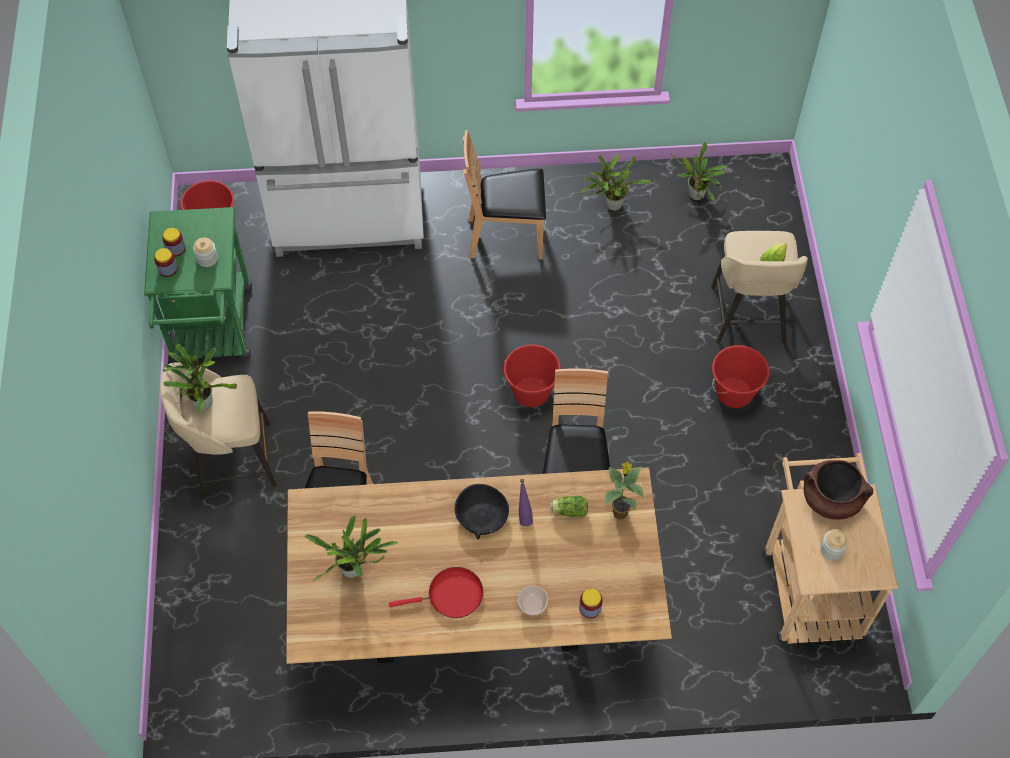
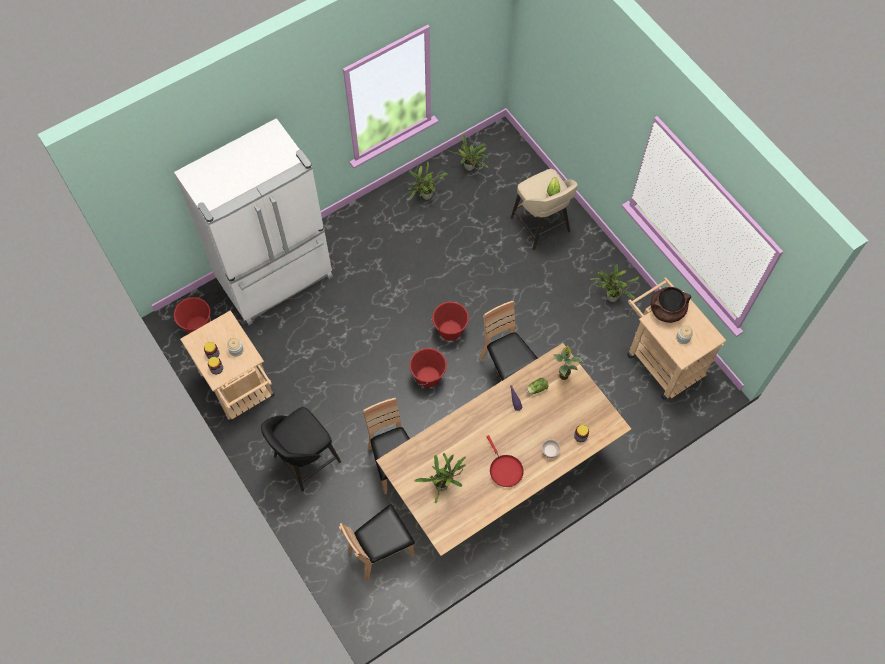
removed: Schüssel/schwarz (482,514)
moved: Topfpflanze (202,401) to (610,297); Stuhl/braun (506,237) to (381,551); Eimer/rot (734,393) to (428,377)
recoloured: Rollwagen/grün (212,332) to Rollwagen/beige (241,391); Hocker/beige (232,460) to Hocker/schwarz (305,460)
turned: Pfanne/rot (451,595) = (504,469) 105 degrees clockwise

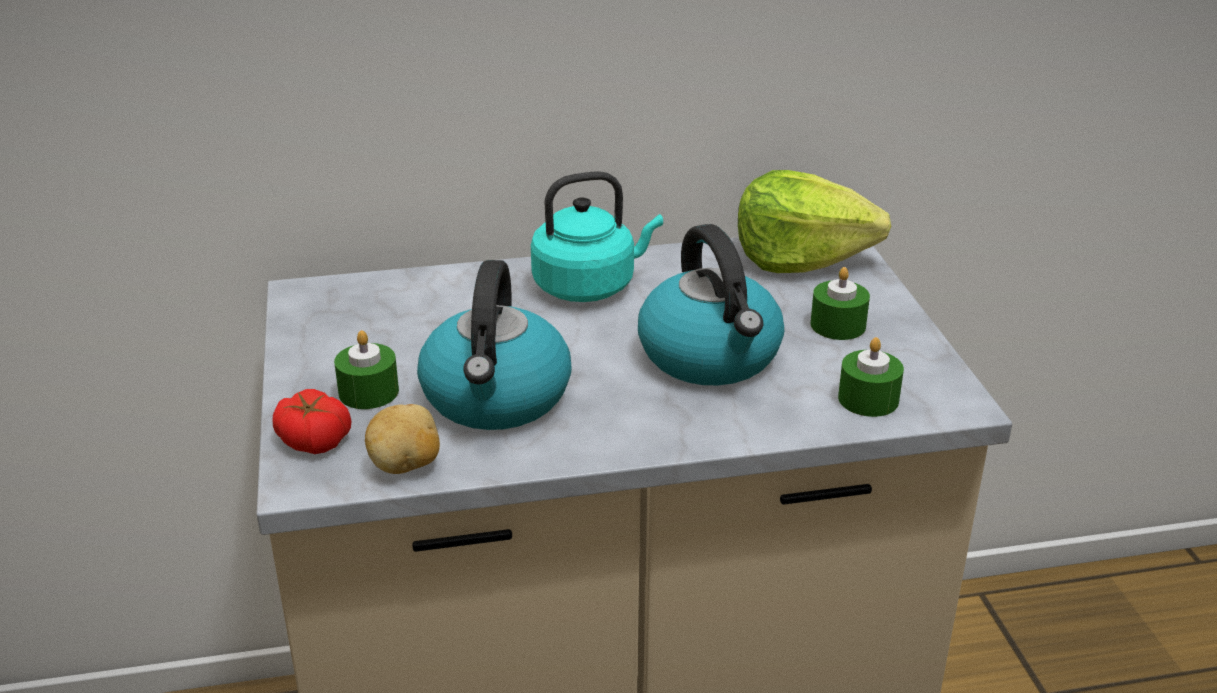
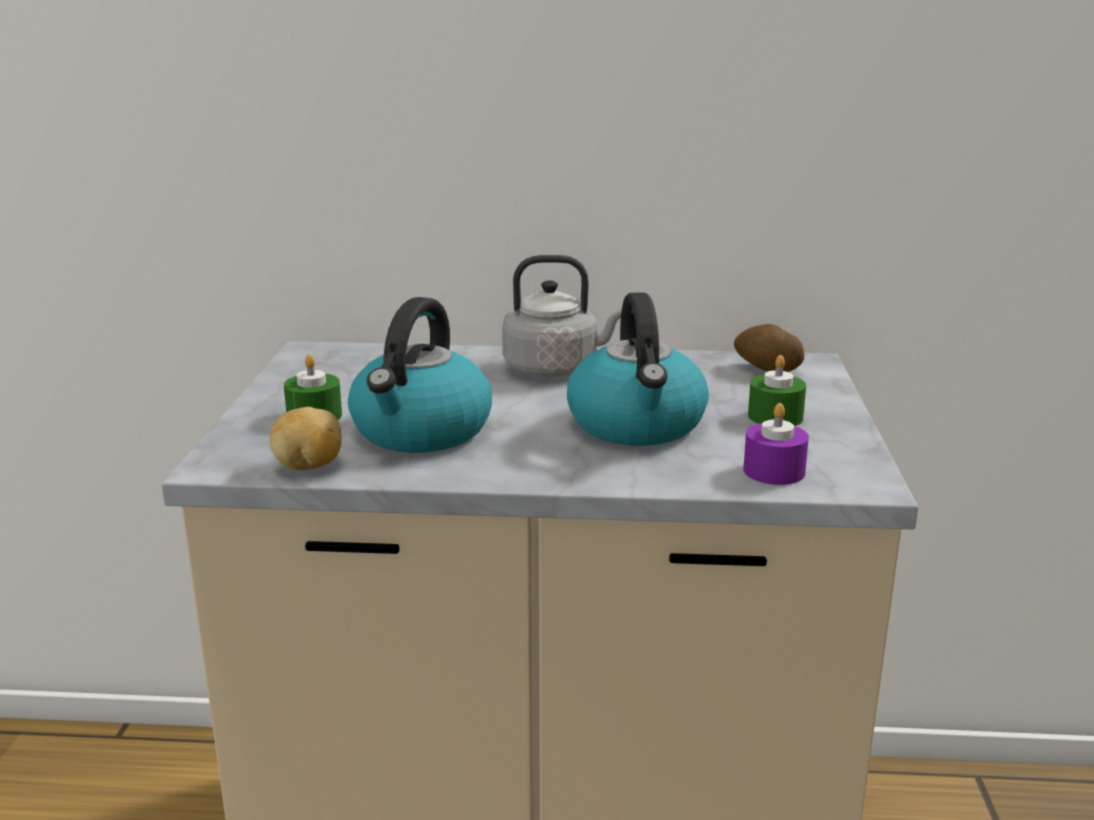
removed: Tomate (313,440)
replaced: Salatkopf (800,258) to Kartoffel (766,369)
recoloured: Wasserkessel/türkis (589,286) to Wasserkessel/grau (556,369); Kerze/grün (868,399) to Kerze/lila (774,471)

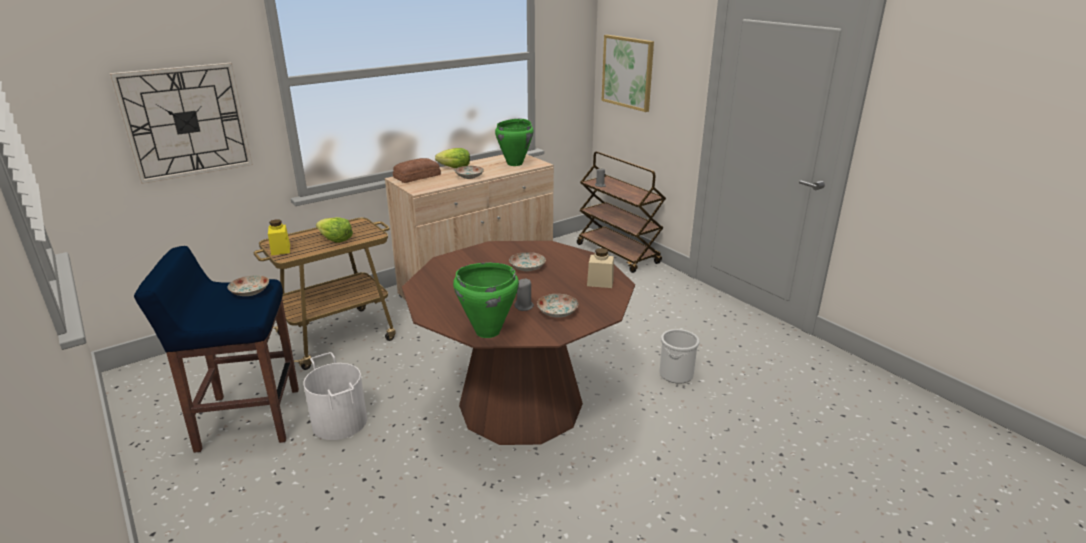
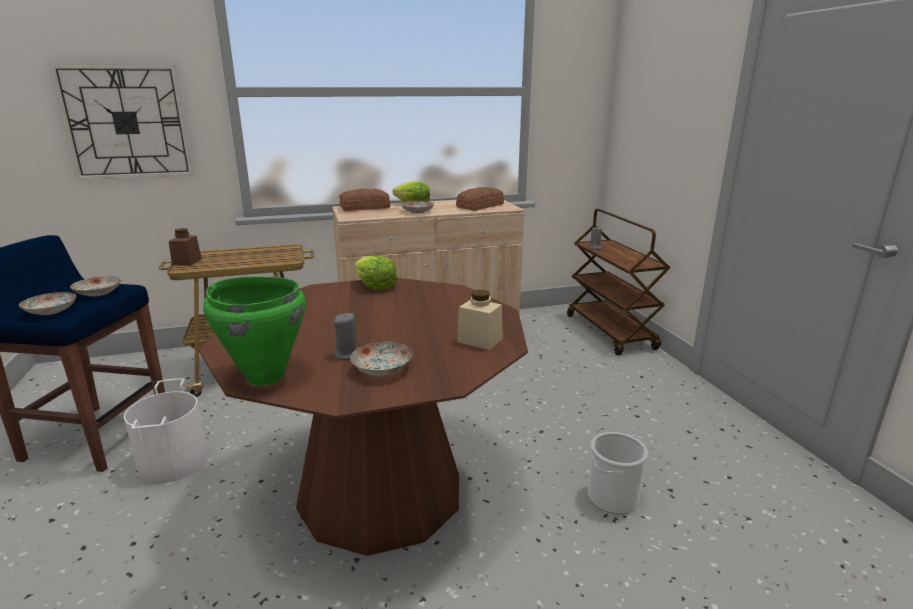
removed: Bild (628,72)
moved: Salatkopf (335,240) to (375,286); Teller (527,267) to (52,311)
replaced: Kochtopf/grün (515,163) to Brot (481,206)
recoloured: Vorratsglas/gelb (280,250) to Vorratsglas/braun (187,262)

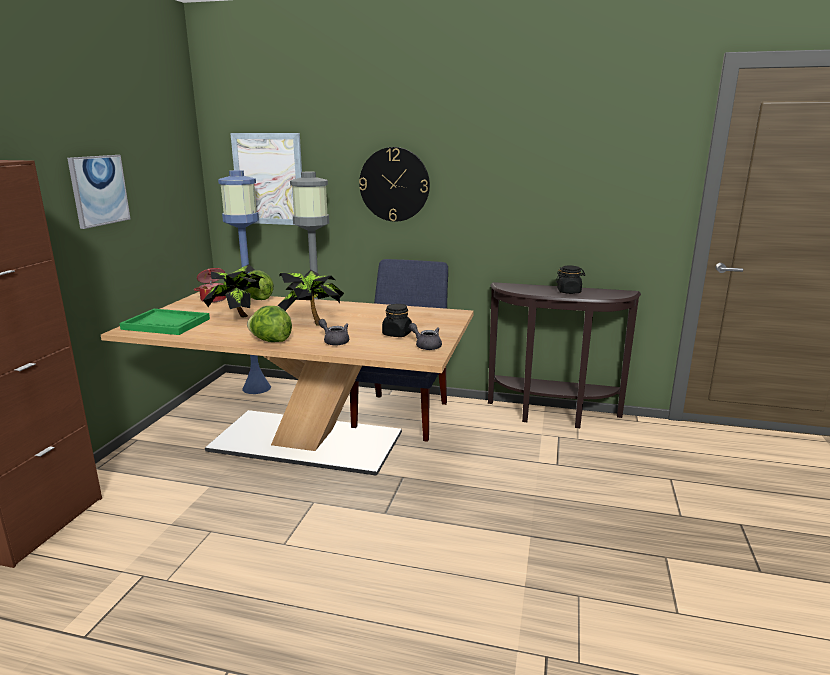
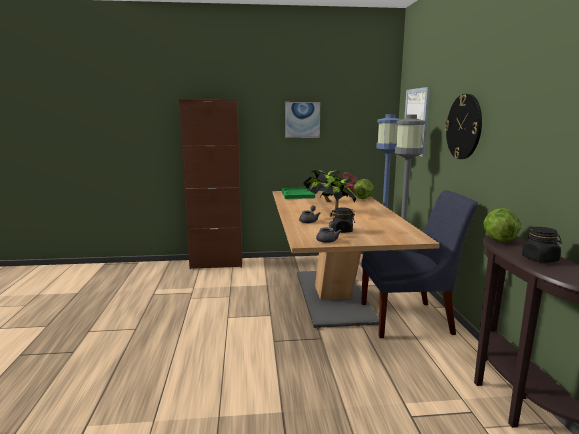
moved: Salatkopf (270,341) to (498,240)

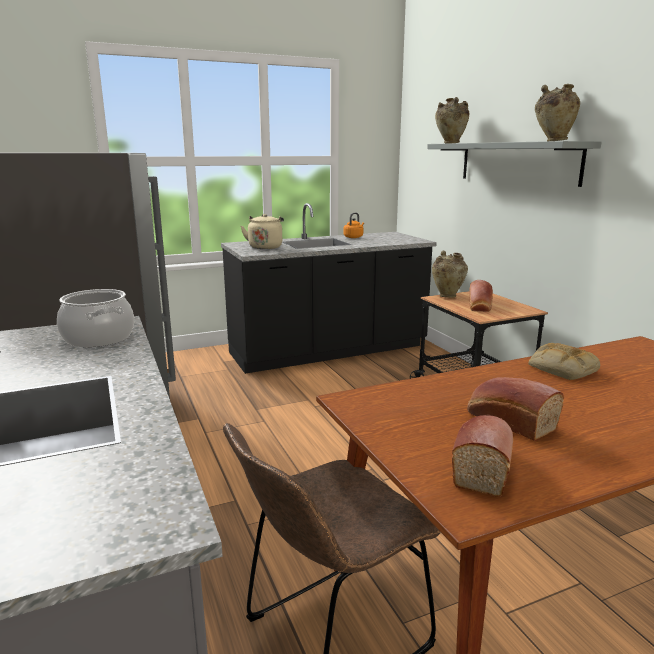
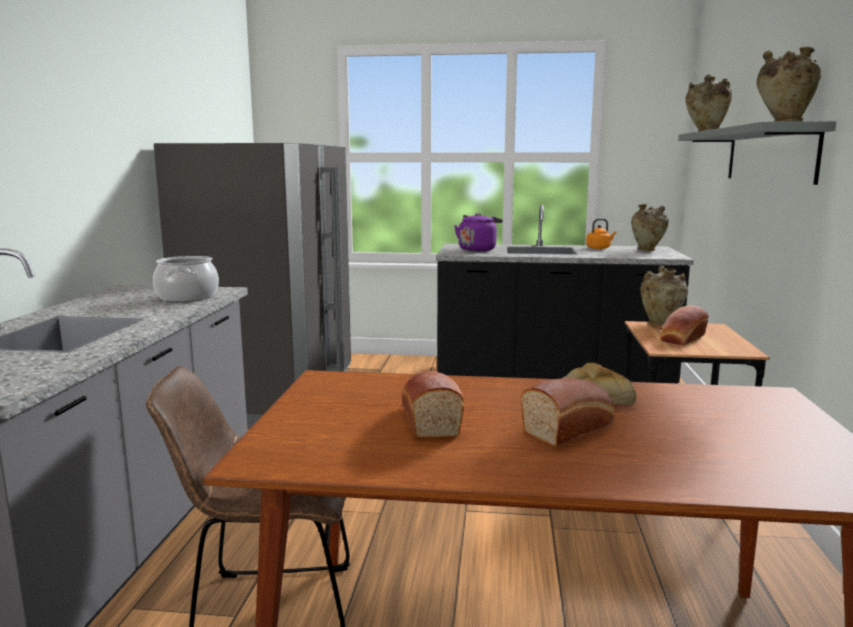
added: Vase/beige (647,250)
moved: Brot (482,466) to (570,428)
recoloured: Wasserkessel/beige (265,247) to Wasserkessel/lila (478,249)

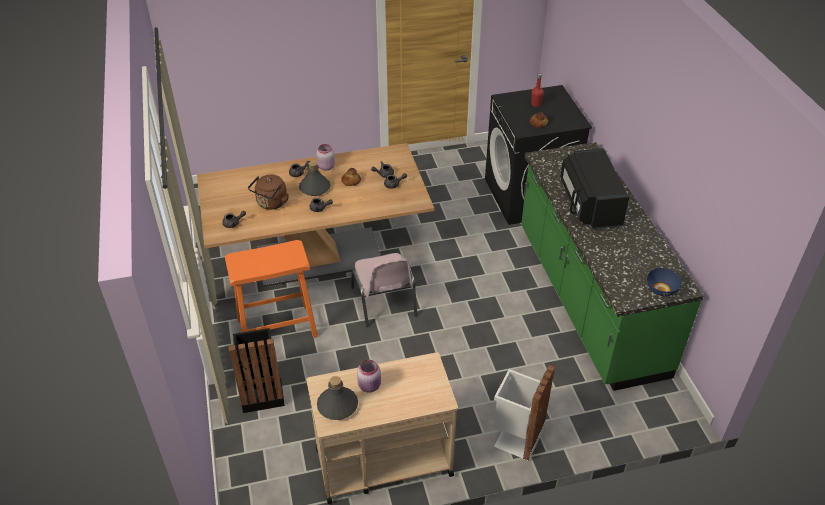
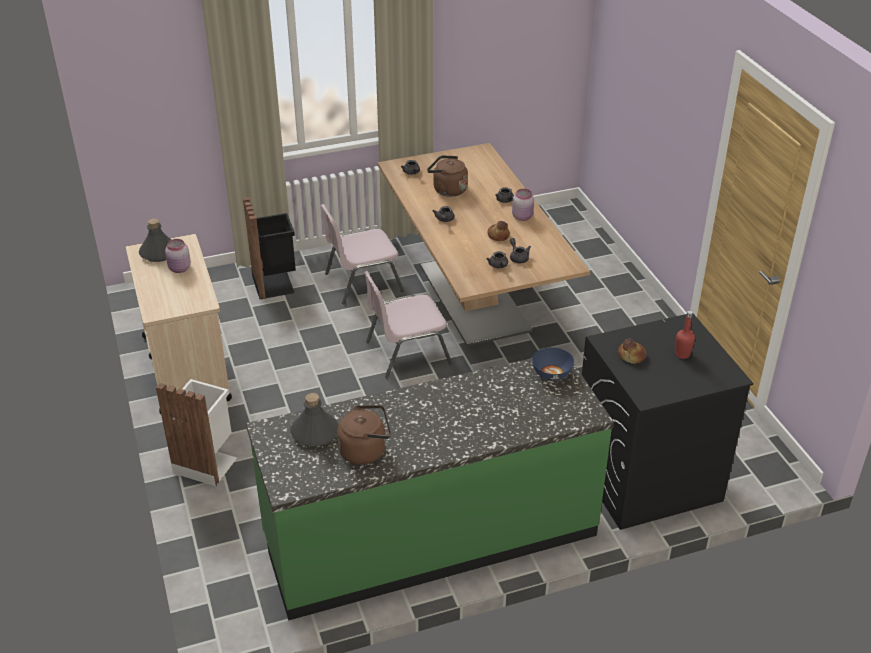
removed: Mikrowelle/schwarz (589,204)
added: Wasserkessel/braun (365,450)
moved: Flasche/grau (314,188) to (315,432); Schüssel/blau (661,290) to (551,373)
replaced: Hocker/orange (276,327) to Stuhl/rosa (362,282)

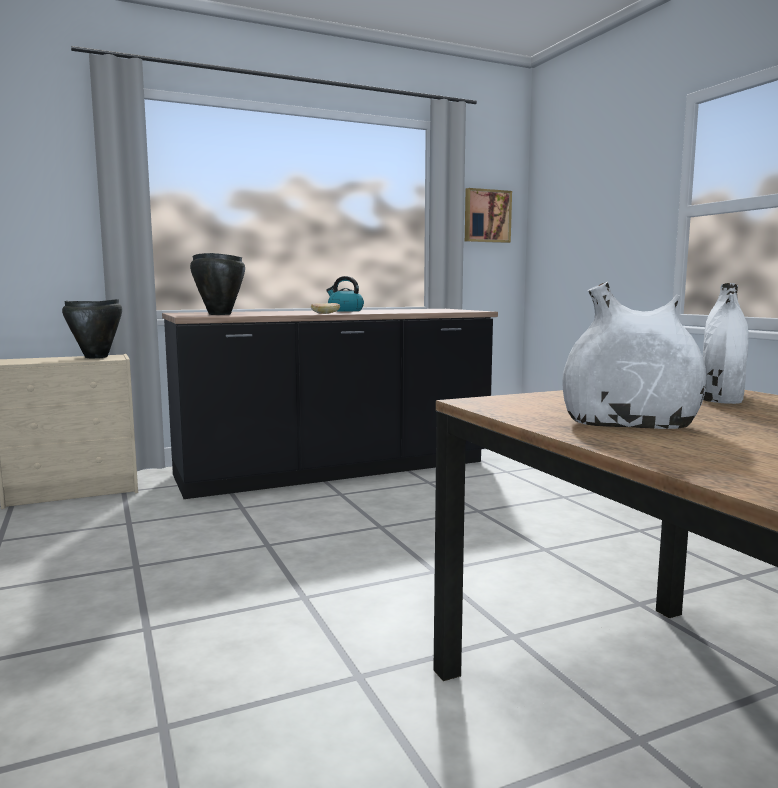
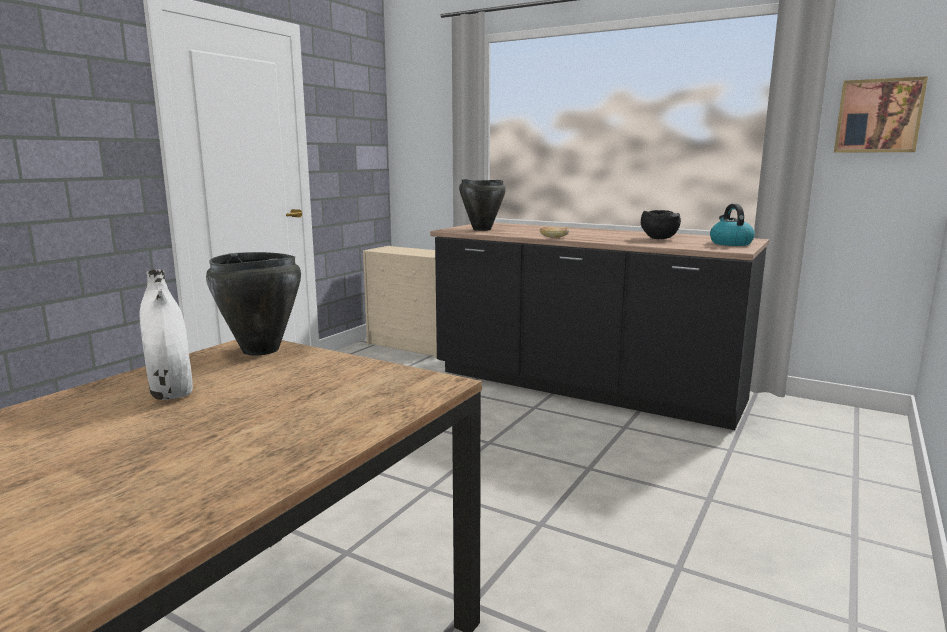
removed: Vase/weiß (720,398)
added: Schüssel/schwarz (658,238)
moved: Kochtopf/schwarz (96,357) to (260,350); Wasserkessel (345,310) to (730,243)

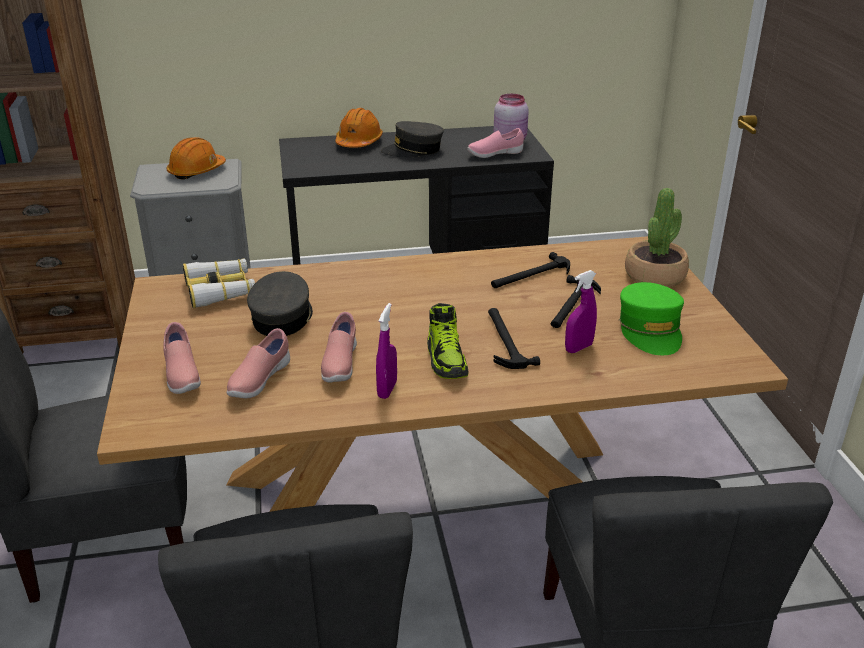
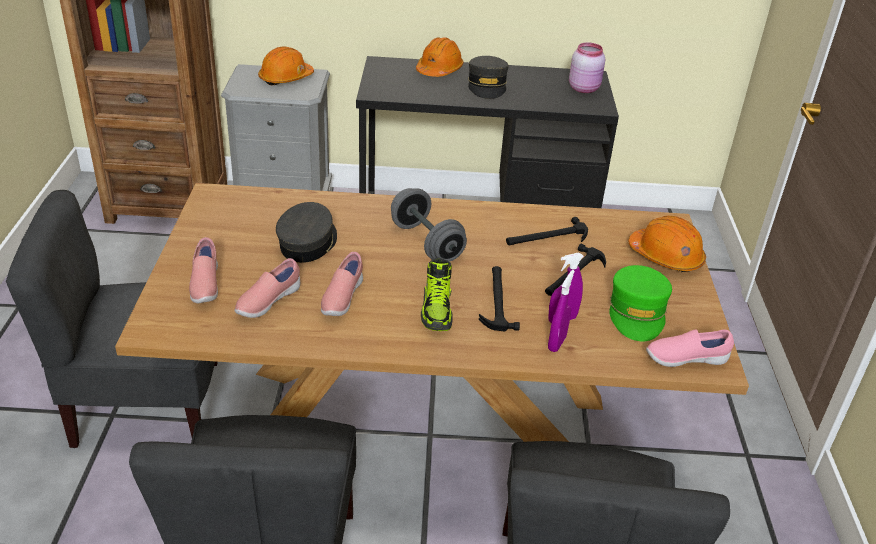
removed: Fernglas (220,290)
added: Hantel/grau (426,242)
moved: Sprühflasche/lila (387,390) to (556,343); Schuh/rosa (494,154) to (685,359)
replaced: Topfpflanze (655,276) to Schutzhelm/orange (666,257)
turned: Kappe/grau (413,150) = (487,86) 90 degrees counterclockwise

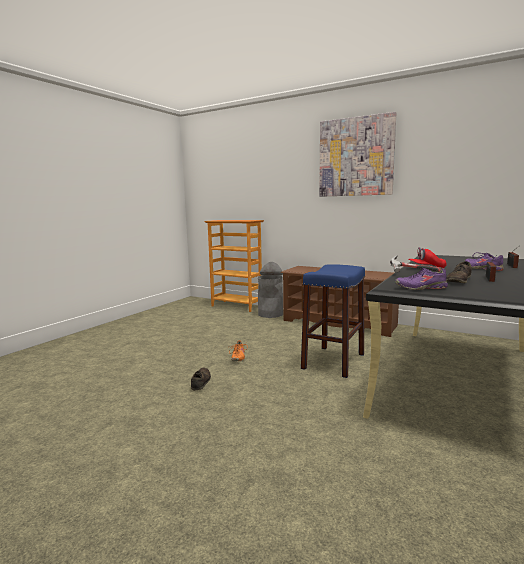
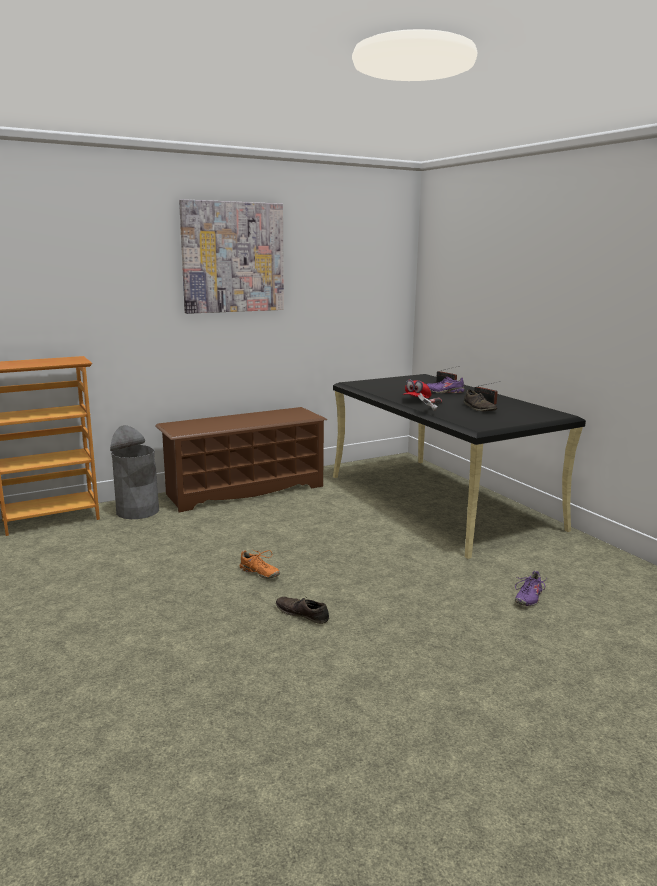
removed: Hocker/blau (333,361)
moved: Schuh/lila (421,288) to (528,597)

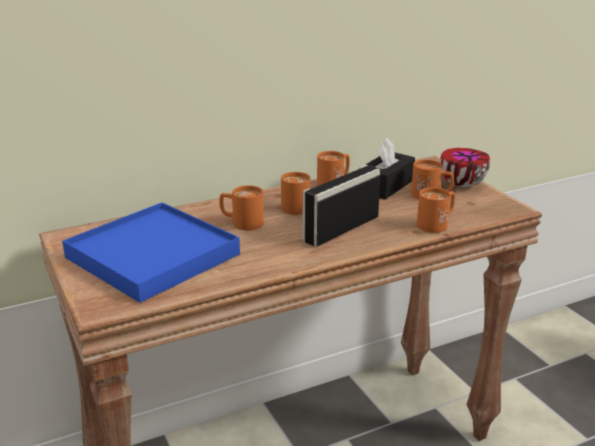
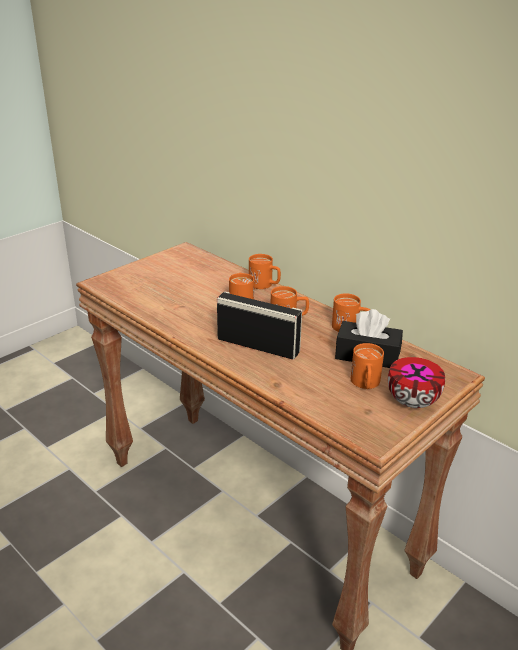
removed: Tablett/blau (152,256)
moved: Henkelbecher/orange (437,224) to (265,285)

